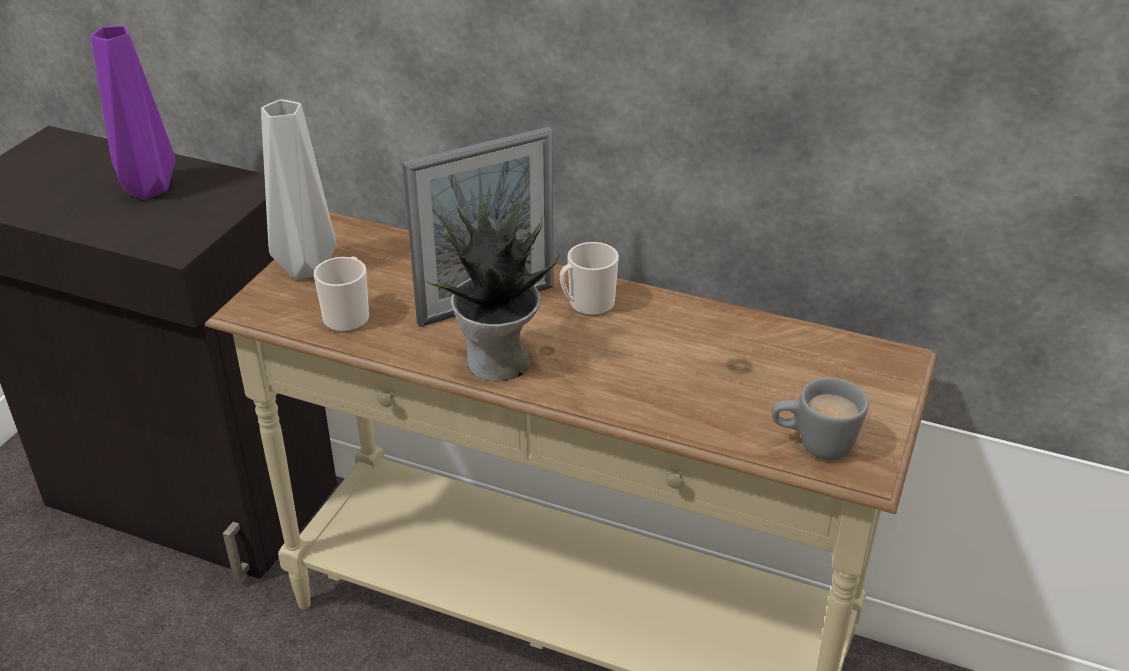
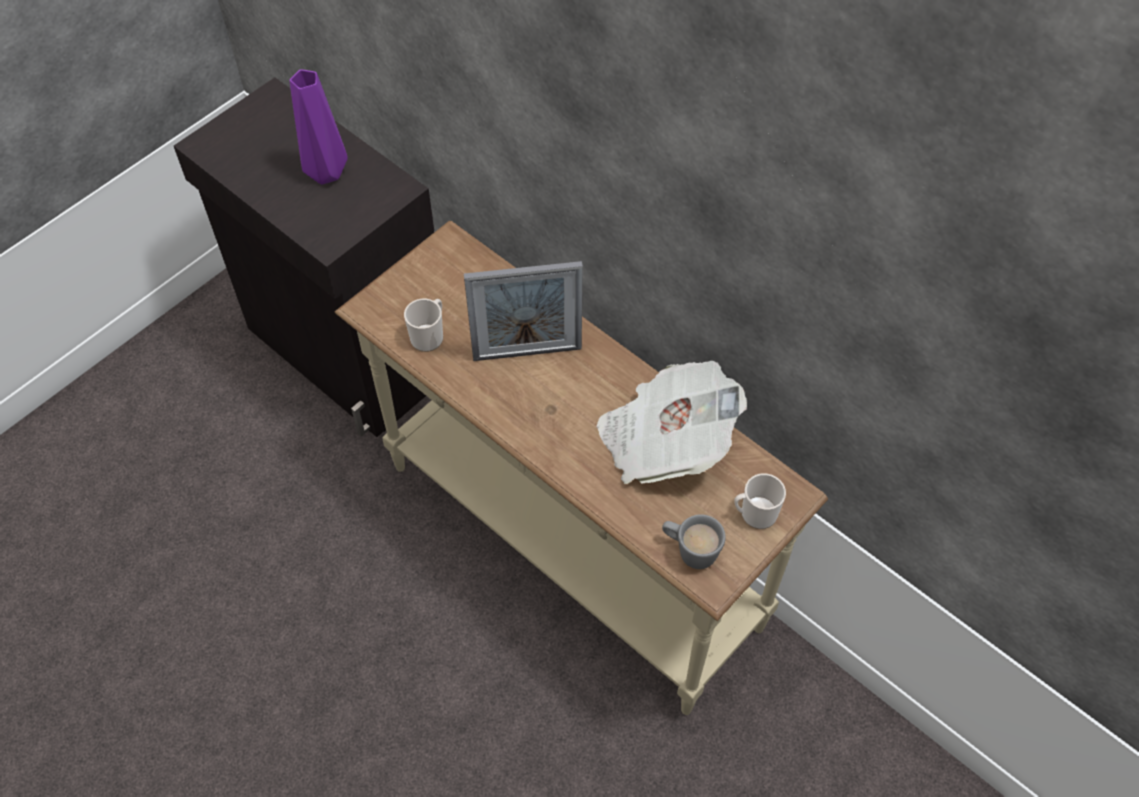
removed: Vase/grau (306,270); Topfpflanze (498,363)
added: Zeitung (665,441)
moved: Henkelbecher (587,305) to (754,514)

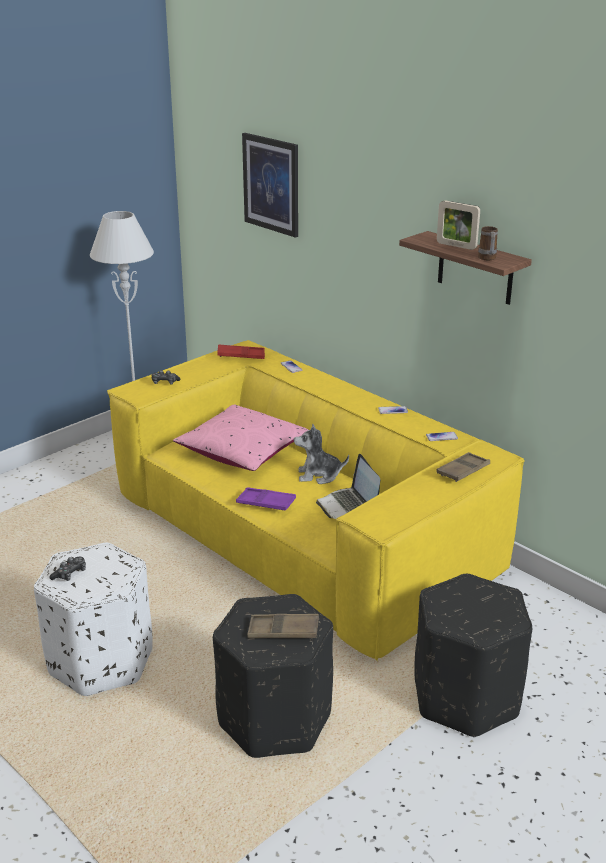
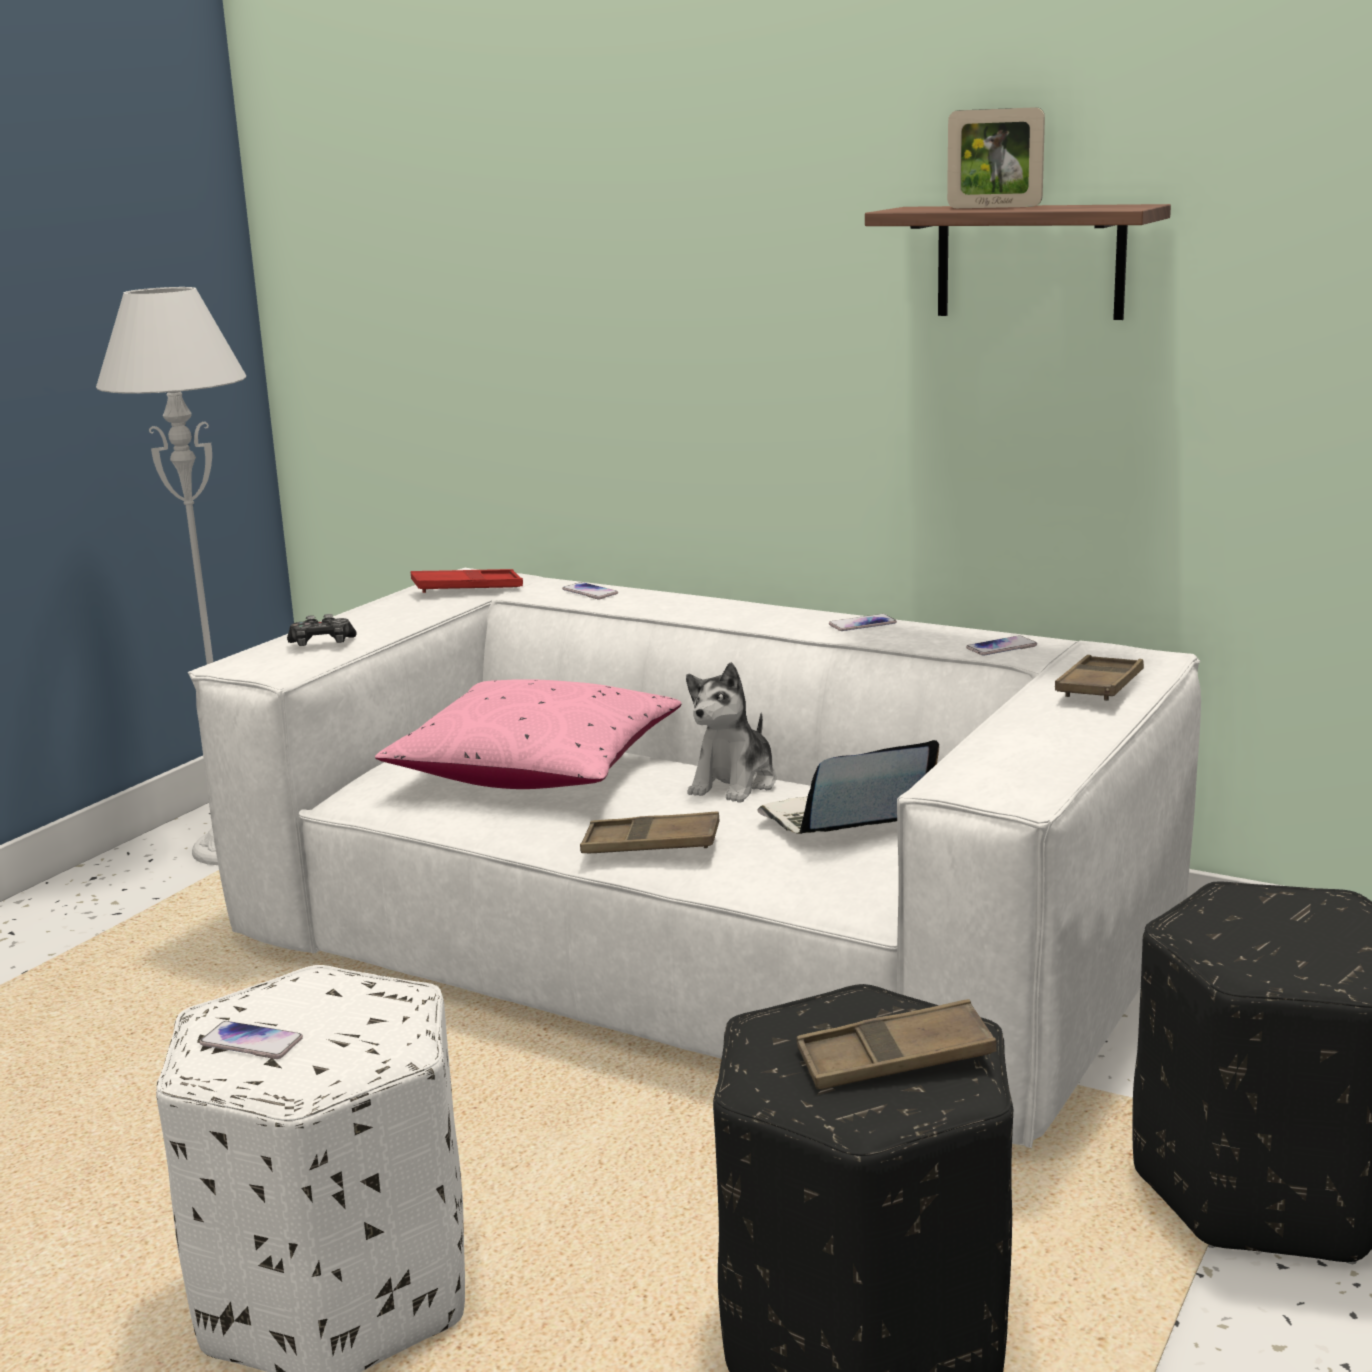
removed: Bild (271,184); Henkelbecher (487,259)
replaced: Gamepad (70,574) to Handy (251,1042)
recoloured: Sofa/gelb (303,534) to Sofa/weiß (697,943); Tablett/lila (266,503) to Tablett/braun (651,844)
turned: Plüschtier (319,475) = (734,784) 45 degrees counterclockwise; Laptop (348,506) = (843,822) 105 degrees clockwise

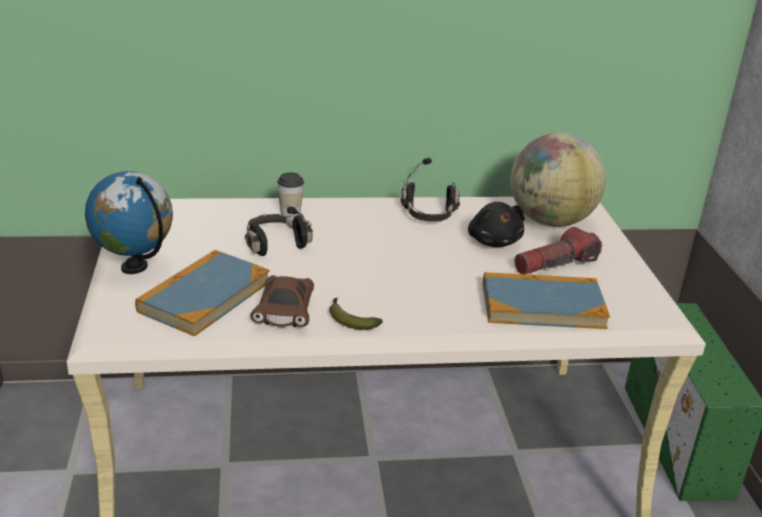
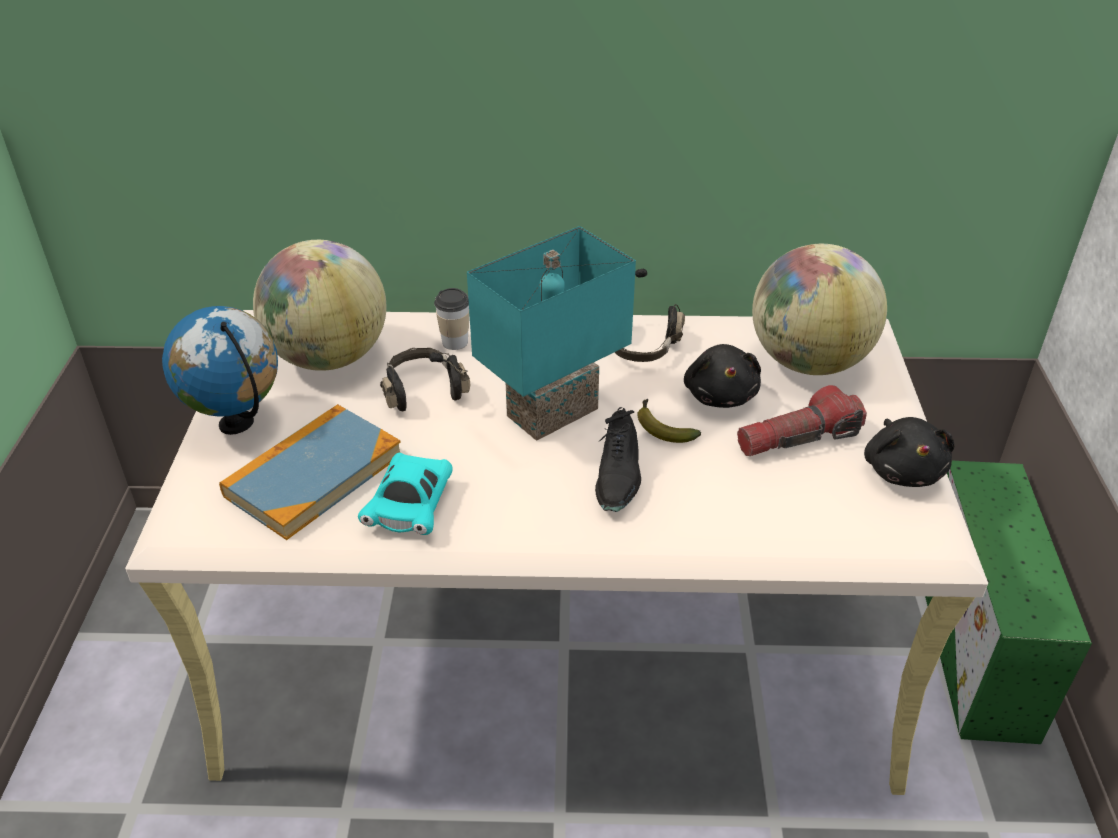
removed: Buch (542,305)
added: Globus (329,357); Tischlampe/türkis (554,415); Schuh/schwarz (618,478); Plüschtier/schwarz (902,470)
moved: Banane (350,319) to (662,427)
recoloured: Spielzeugauto/braun (285,313) to Spielzeugauto/türkis (410,507)

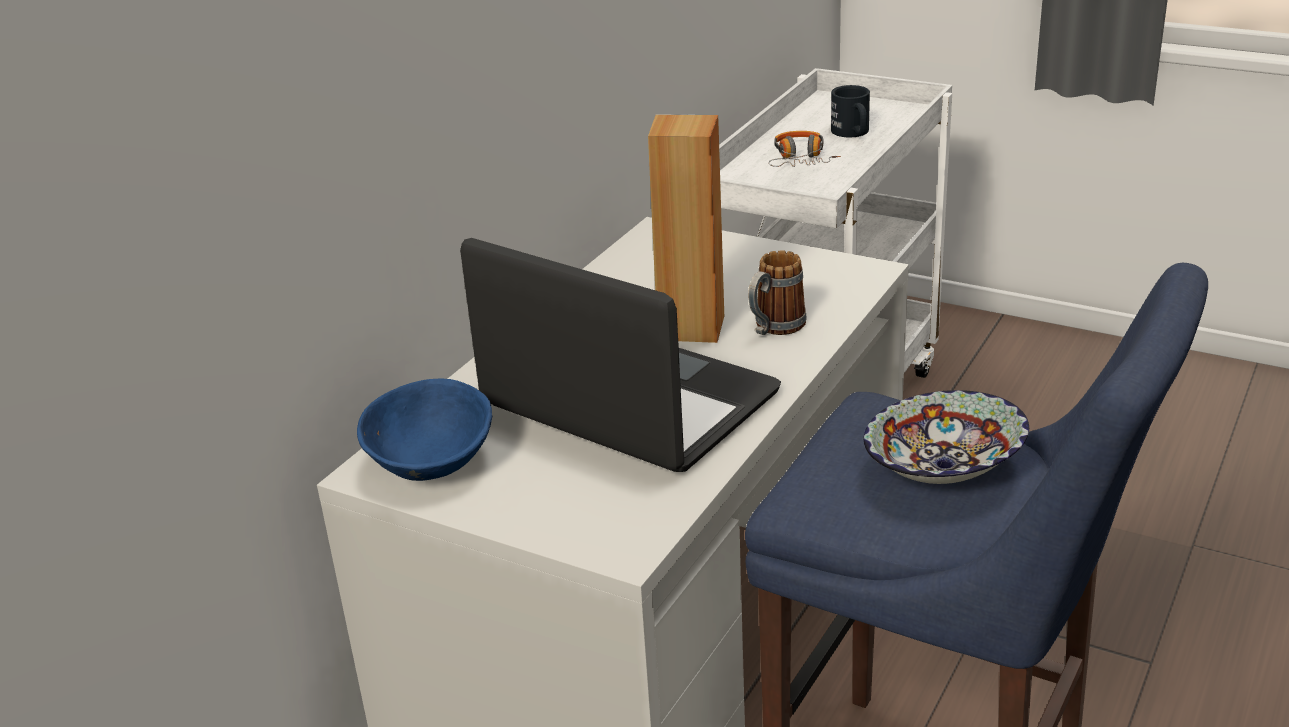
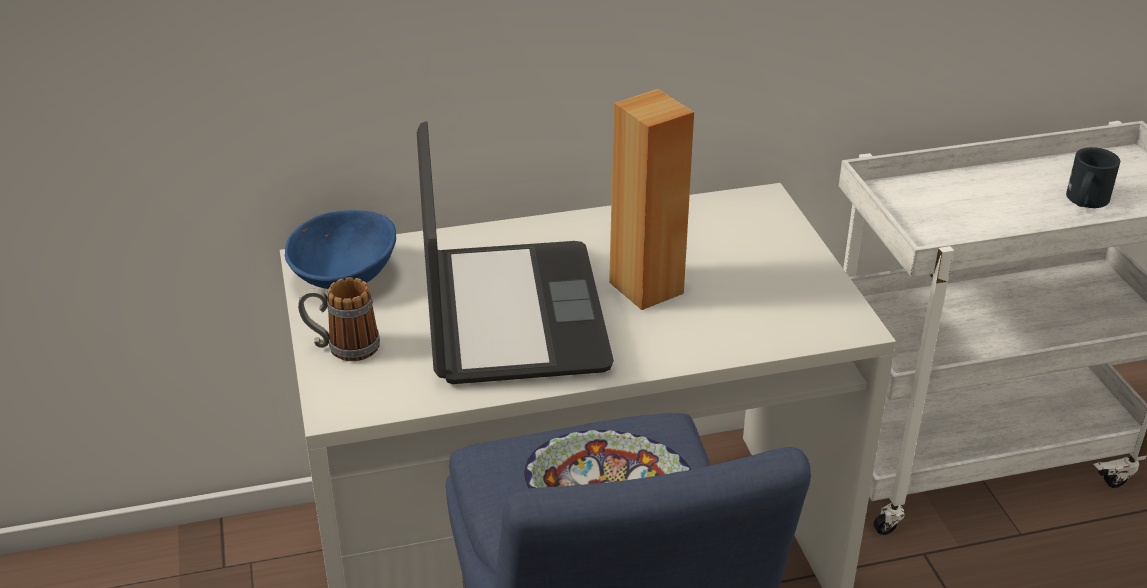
removed: Kopfhörer (800,159)
moved: Henkelbecher (774,328) to (342,347)

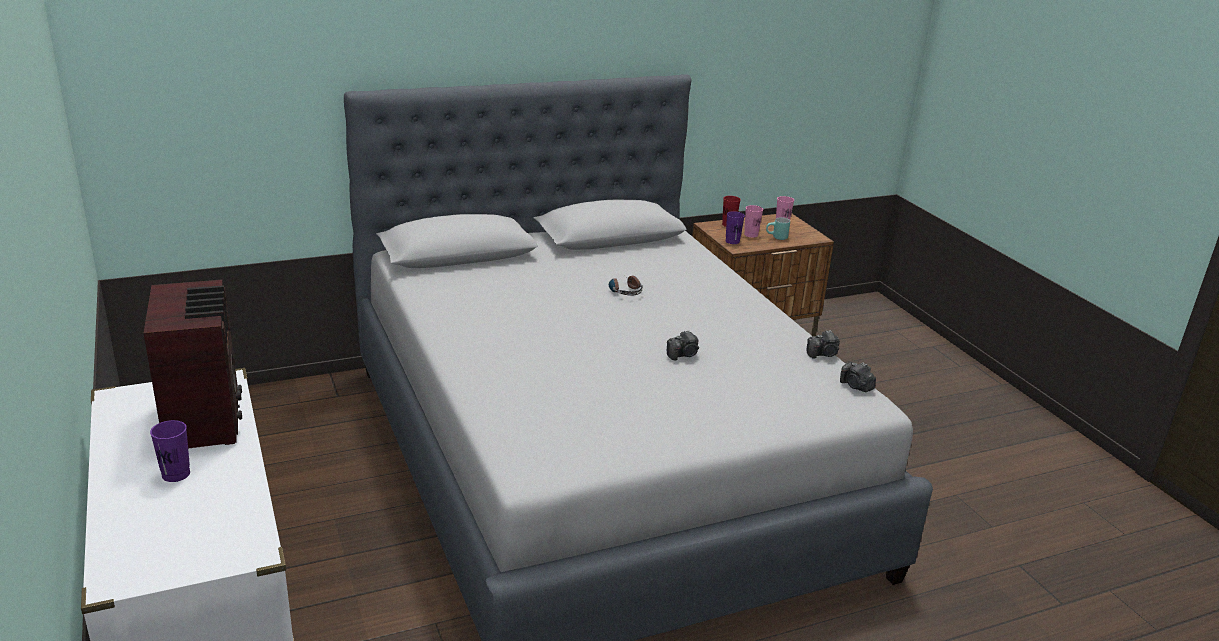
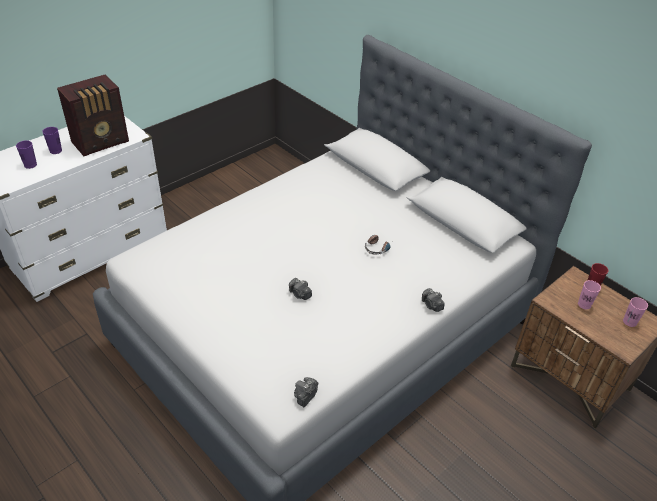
removed: Henkelbecher/türkis (776,238)
moved: Tasse/lila (732,241) to (30,165); Kamera (823,354) to (431,305)

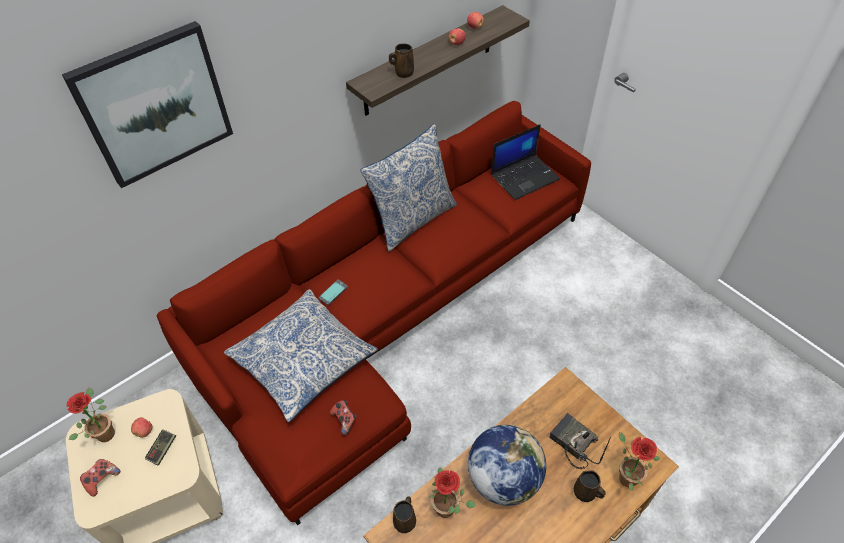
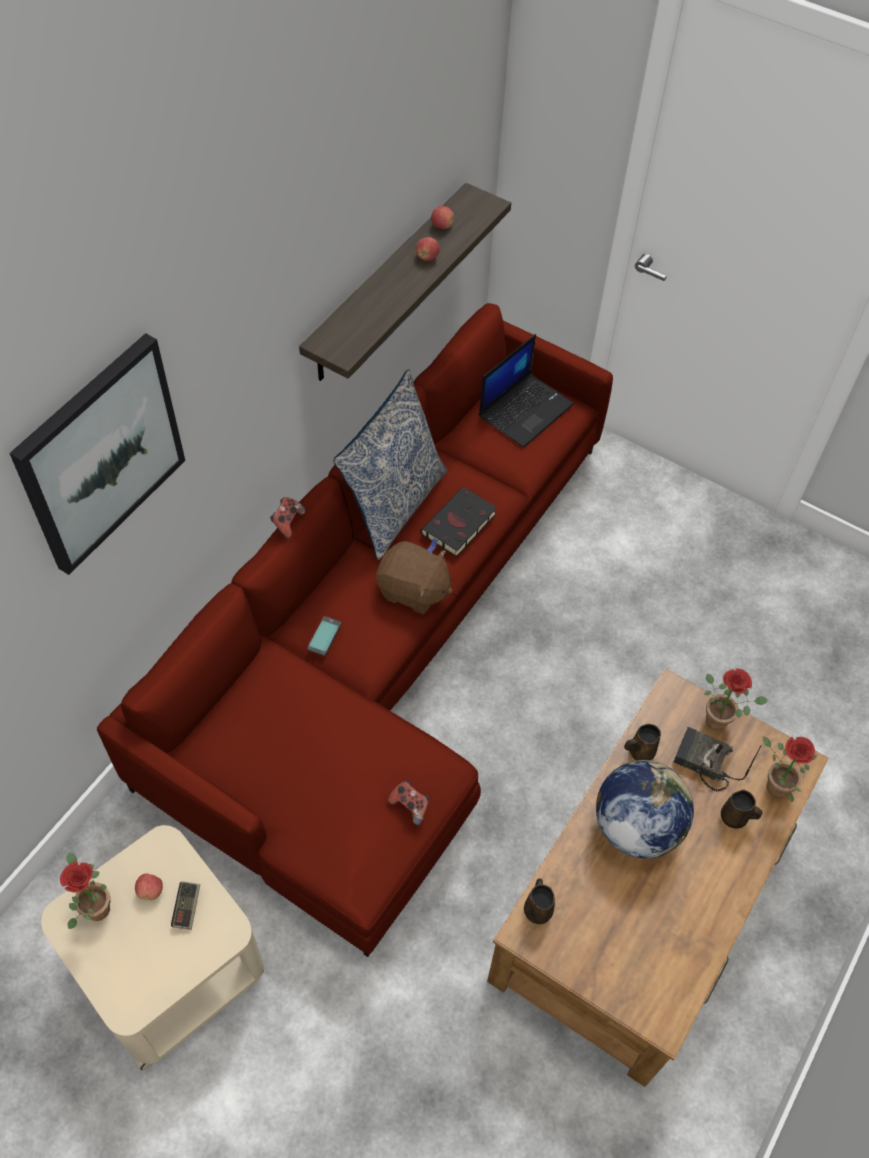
removed: Kissen (303,360)
added: Plüschtier/braun (413,590); Buch/schwarz (457,526)
moved: Gamepad (102,479) to (287,523); Henkelbecher/braun (403,73) to (640,752); Topfpflanze (449,509) to (721,720)

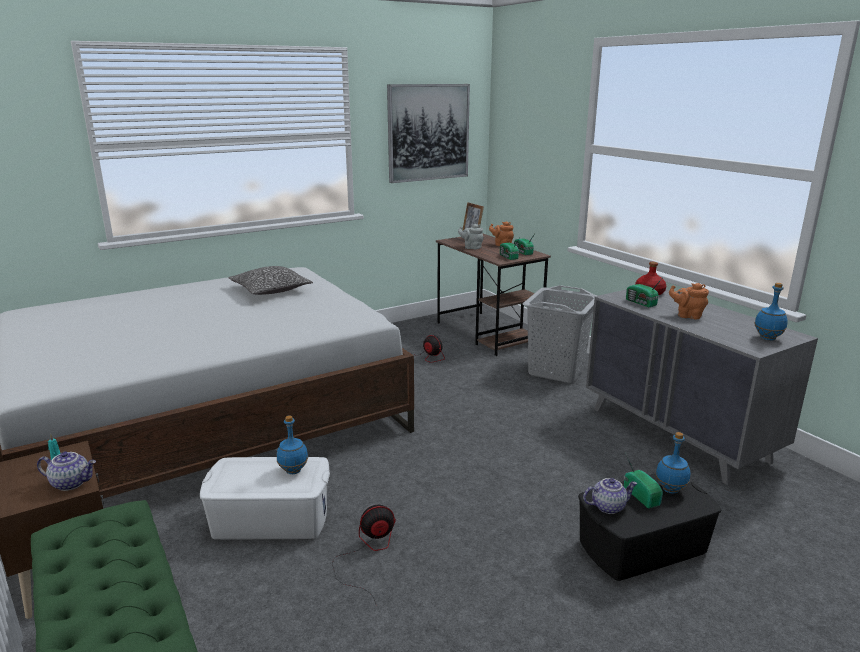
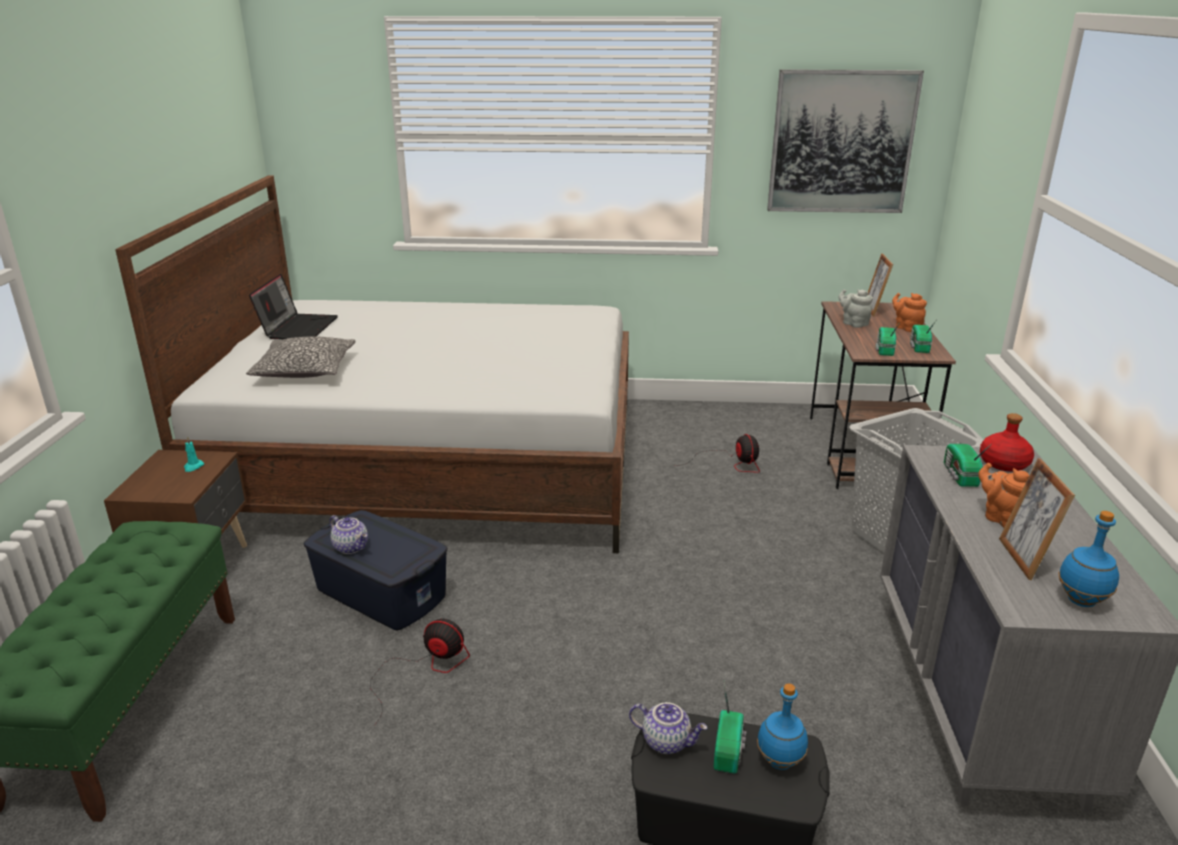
removed: Flasche/blau (293,471)
added: Laptop (298,327); Bilderrahmen (1024,559)
moved: Teekanne (72,483) to (352,547); Kissen (271,290) to (305,370)
recoloured: Aufbewahrungsbox/weiß (271,519) to Aufbewahrungsbox/blau (381,592)

